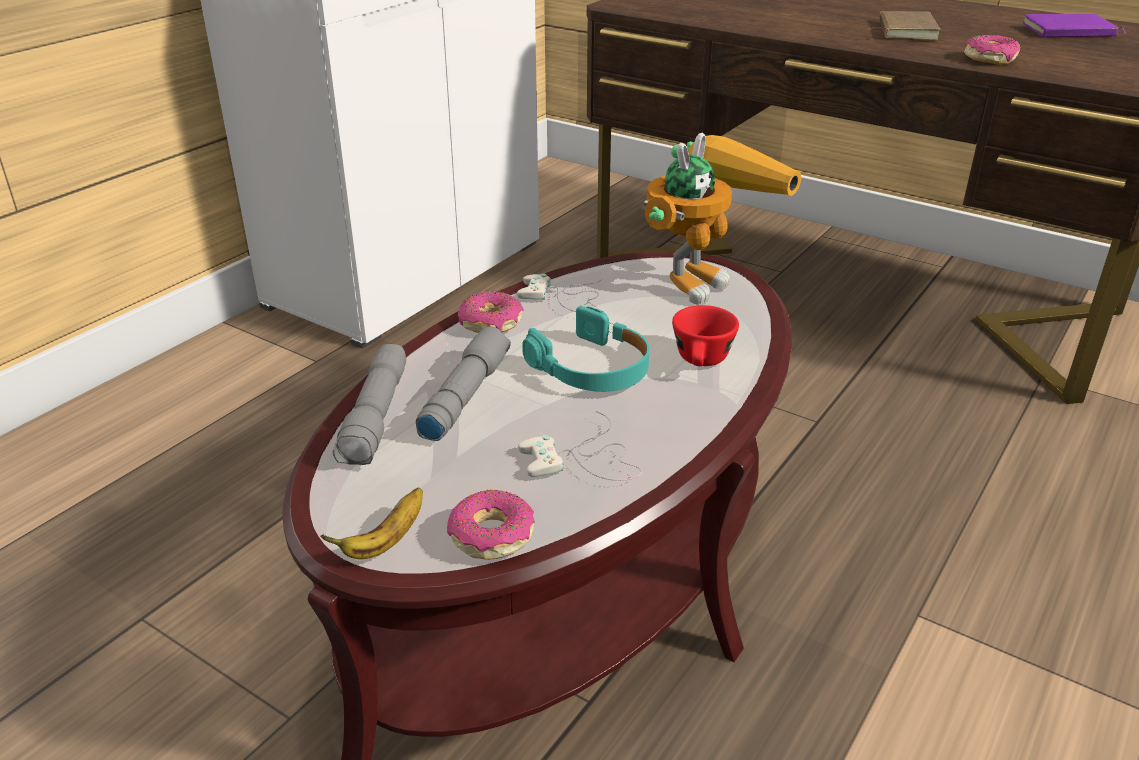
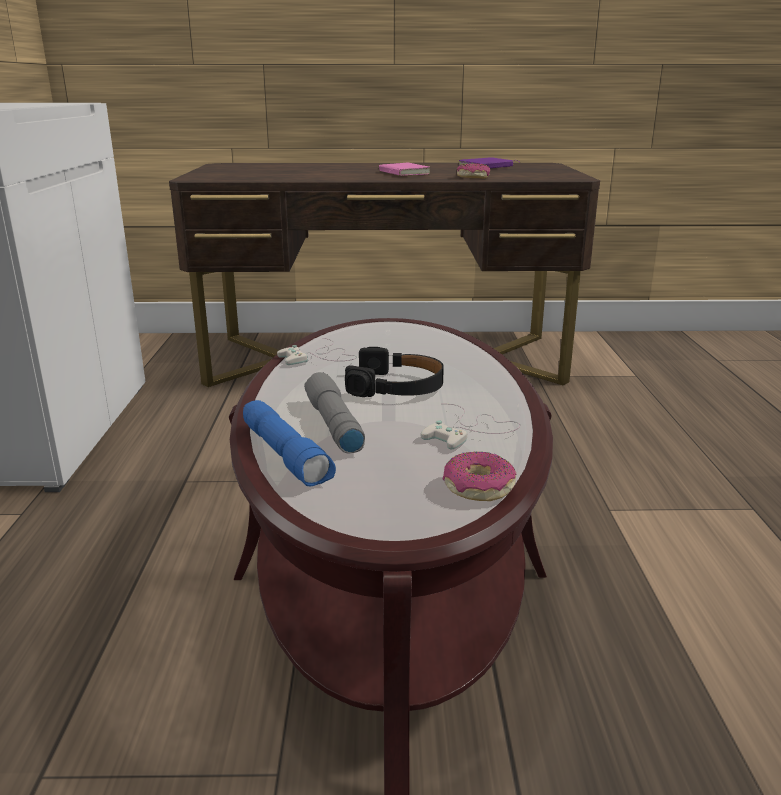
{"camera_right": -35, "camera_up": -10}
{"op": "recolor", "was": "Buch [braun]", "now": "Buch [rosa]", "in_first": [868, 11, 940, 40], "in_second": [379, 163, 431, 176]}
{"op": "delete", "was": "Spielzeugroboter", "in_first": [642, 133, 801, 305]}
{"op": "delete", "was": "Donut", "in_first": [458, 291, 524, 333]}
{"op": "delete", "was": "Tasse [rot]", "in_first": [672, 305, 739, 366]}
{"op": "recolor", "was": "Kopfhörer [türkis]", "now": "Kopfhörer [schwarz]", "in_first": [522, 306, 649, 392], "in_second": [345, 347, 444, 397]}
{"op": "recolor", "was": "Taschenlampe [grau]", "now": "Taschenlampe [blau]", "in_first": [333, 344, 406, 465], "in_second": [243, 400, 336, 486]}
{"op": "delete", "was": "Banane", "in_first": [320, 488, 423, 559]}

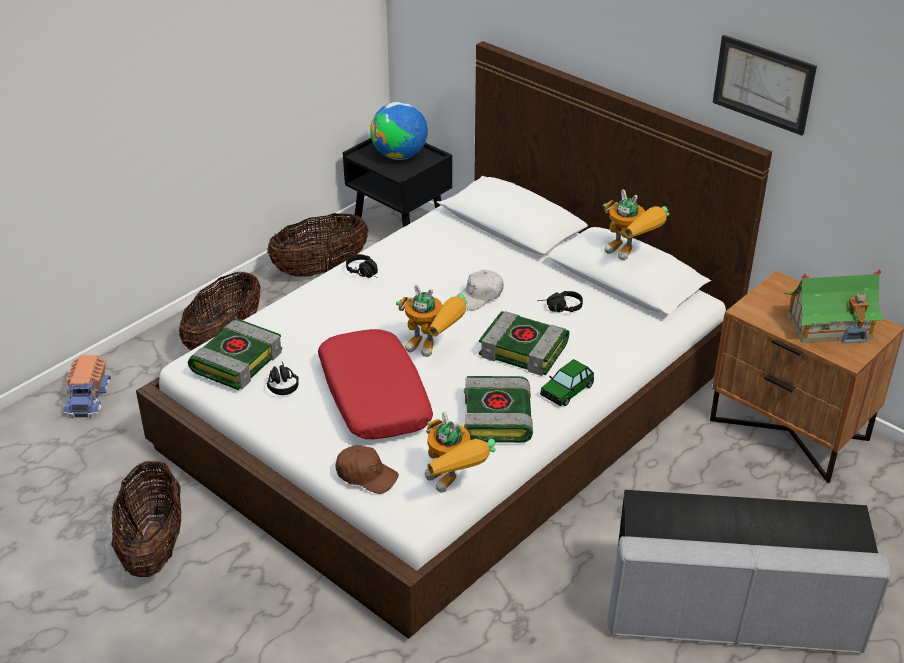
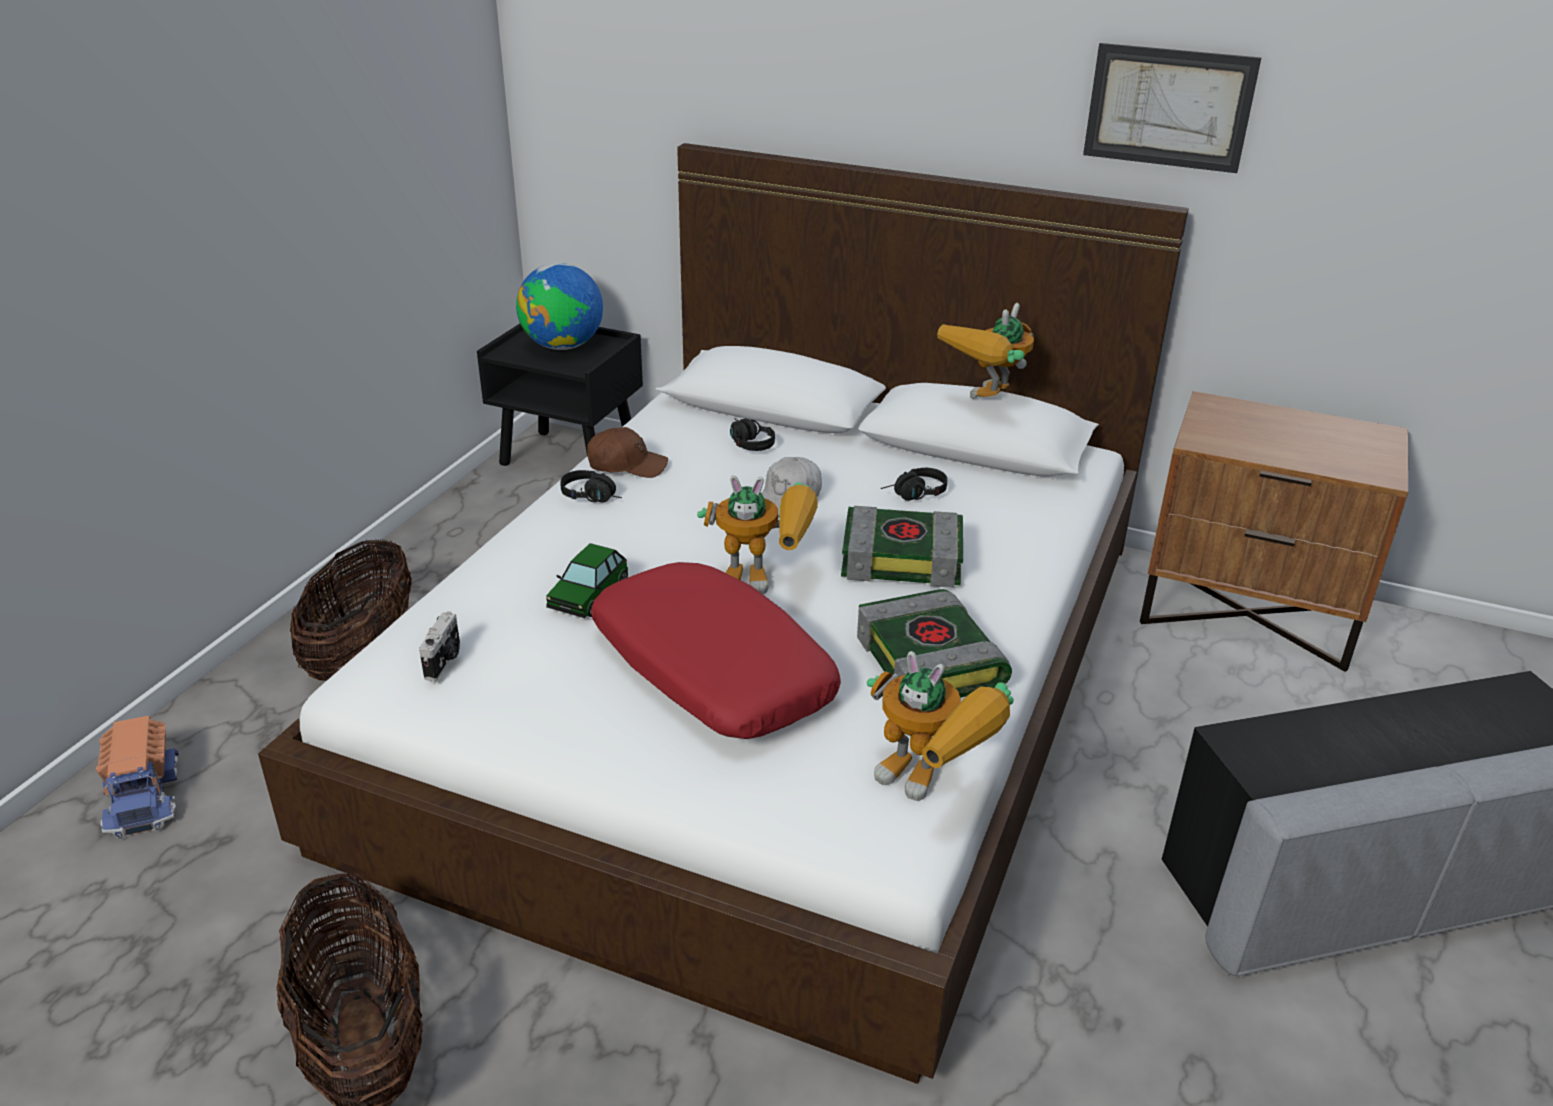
{"camera_right": -20, "camera_up": -5}
{"op": "rotate", "was": "Spielzeugroboter", "in_first": [603, 189, 669, 260], "in_second": [937, 303, 1034, 399], "clockwise": 105}
{"op": "delete", "was": "Korb", "in_first": [267, 213, 368, 277]}
{"op": "delete", "was": "Spielzeughaus", "in_first": [784, 269, 885, 343]}
{"op": "replace", "was": "Buch", "now": "Kamera", "in_first": [188, 319, 282, 390], "in_second": [419, 611, 460, 681]}
{"op": "move", "was": "Spielzeugauto", "in_first": [540, 359, 594, 406], "in_second": [546, 543, 628, 618]}
{"op": "move", "was": "Kopfhörer [schwarz]", "in_first": [267, 362, 299, 395], "in_second": [730, 418, 775, 451]}
{"op": "move", "was": "Kappe [braun]", "in_first": [335, 445, 399, 494], "in_second": [587, 427, 668, 478]}

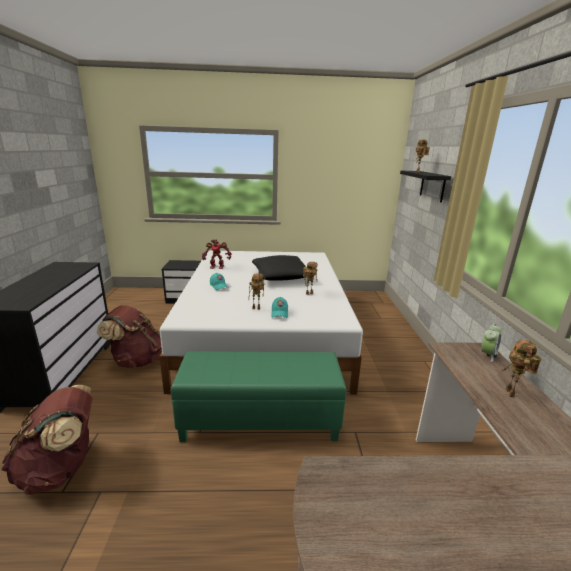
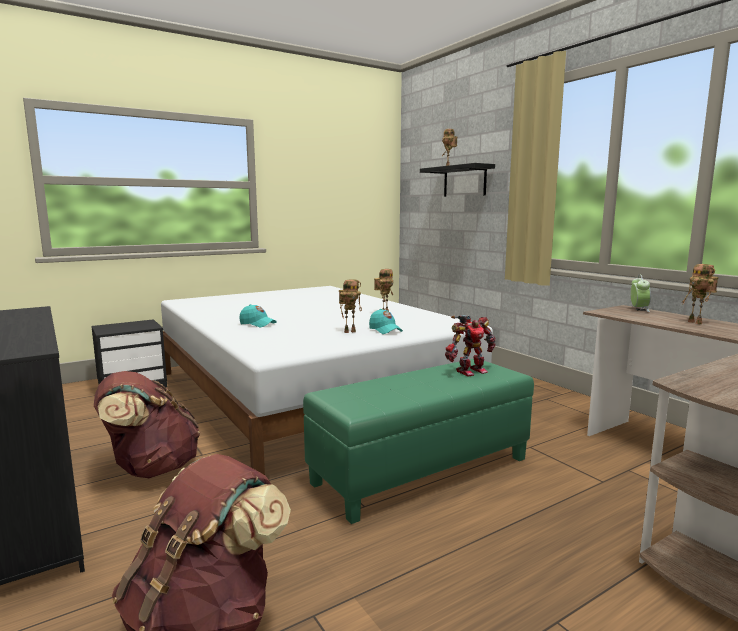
{"camera_right": -30, "camera_up": -10}
{"op": "move", "was": "Spielzeugroboter", "in_first": [202, 239, 232, 269], "in_second": [445, 315, 496, 377]}
{"op": "delete", "was": "Kissen [schwarz]", "in_first": [252, 255, 306, 281]}

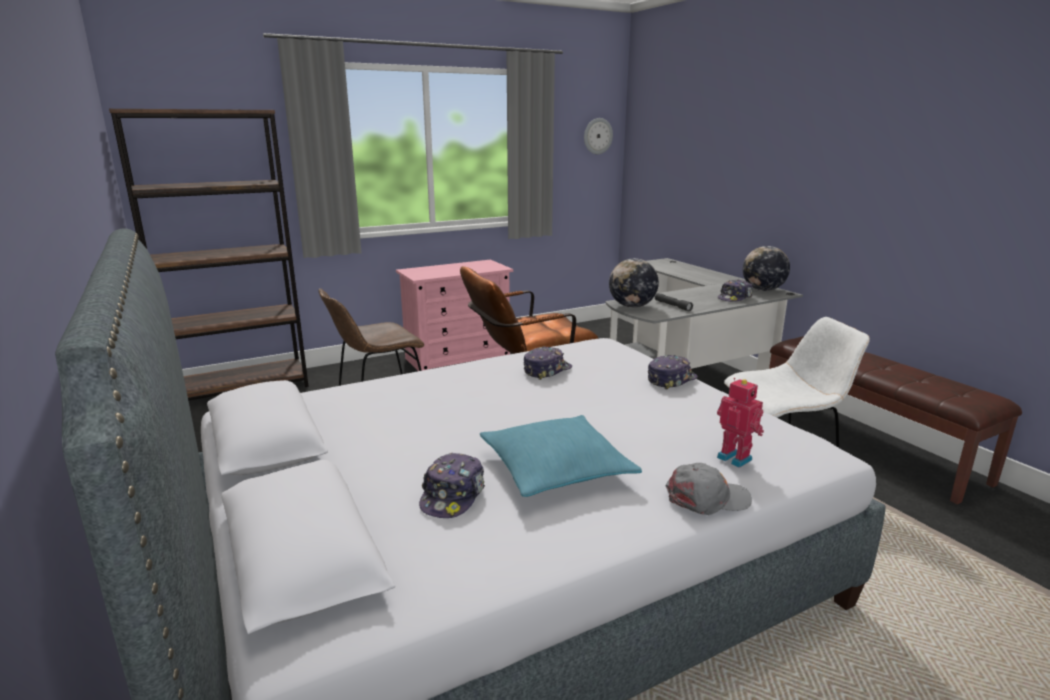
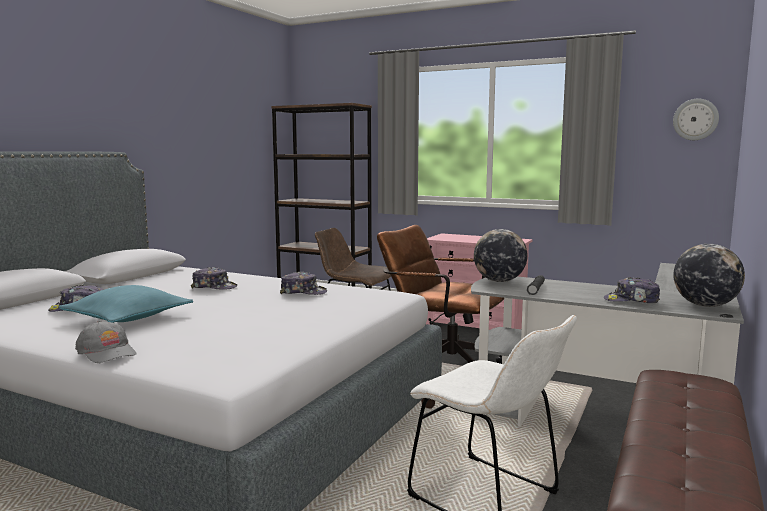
{"camera_right": 55, "camera_up": -10}
{"op": "move", "was": "Kappe", "in_first": [648, 355, 698, 390], "in_second": [191, 267, 237, 289]}
{"op": "delete", "was": "Spielzeugroboter", "in_first": [717, 378, 764, 468]}

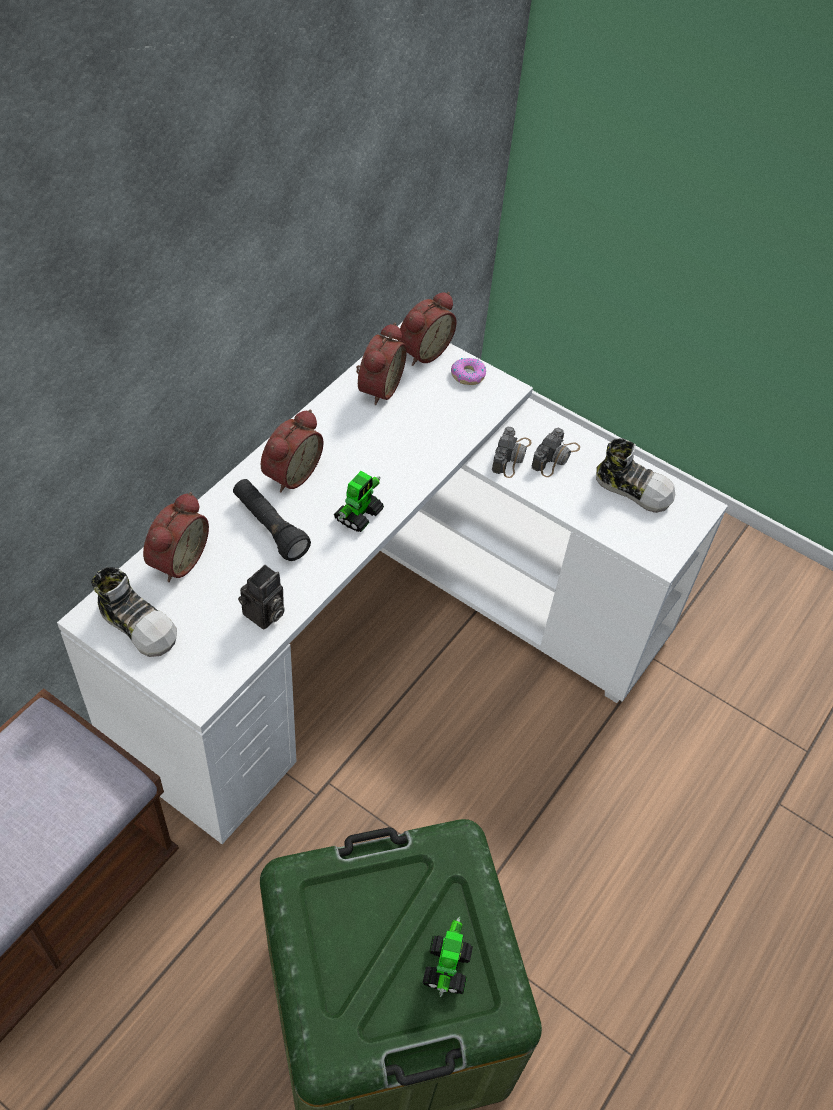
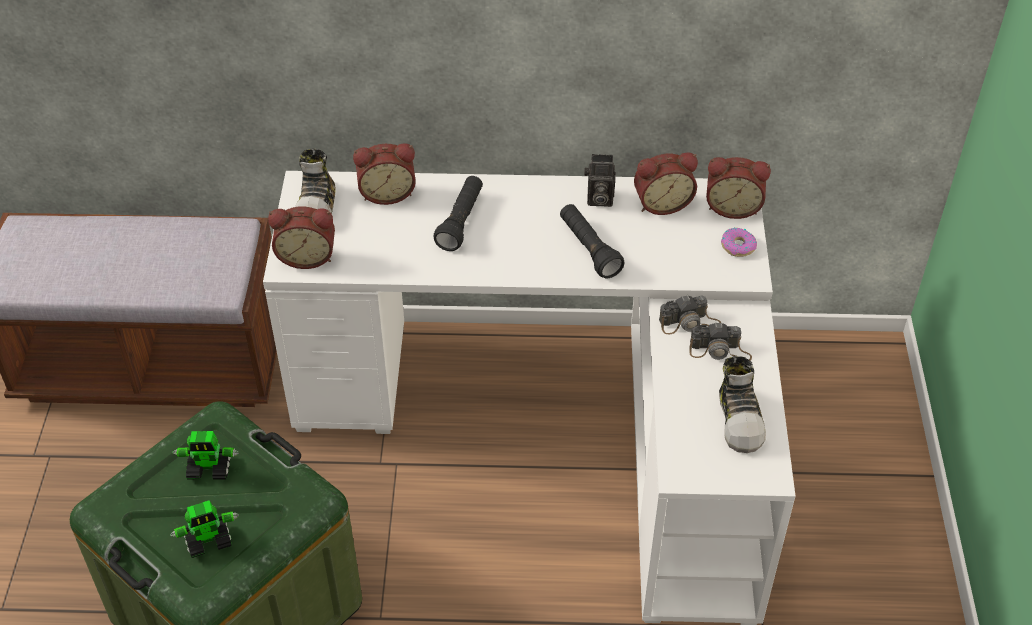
{"camera_right": 60, "camera_up": -5}
{"op": "move", "was": "Wecker", "in_first": [261, 410, 323, 493], "in_second": [268, 207, 335, 269]}
{"op": "move", "was": "Spielzeugroboter", "in_first": [334, 471, 384, 532], "in_second": [173, 431, 239, 480]}
{"op": "move", "was": "Kamera", "in_first": [238, 565, 285, 629], "in_second": [584, 154, 616, 207]}
{"op": "insert", "now": "Taschenlampe [schwarz]", "in_second": [560, 204, 625, 278]}

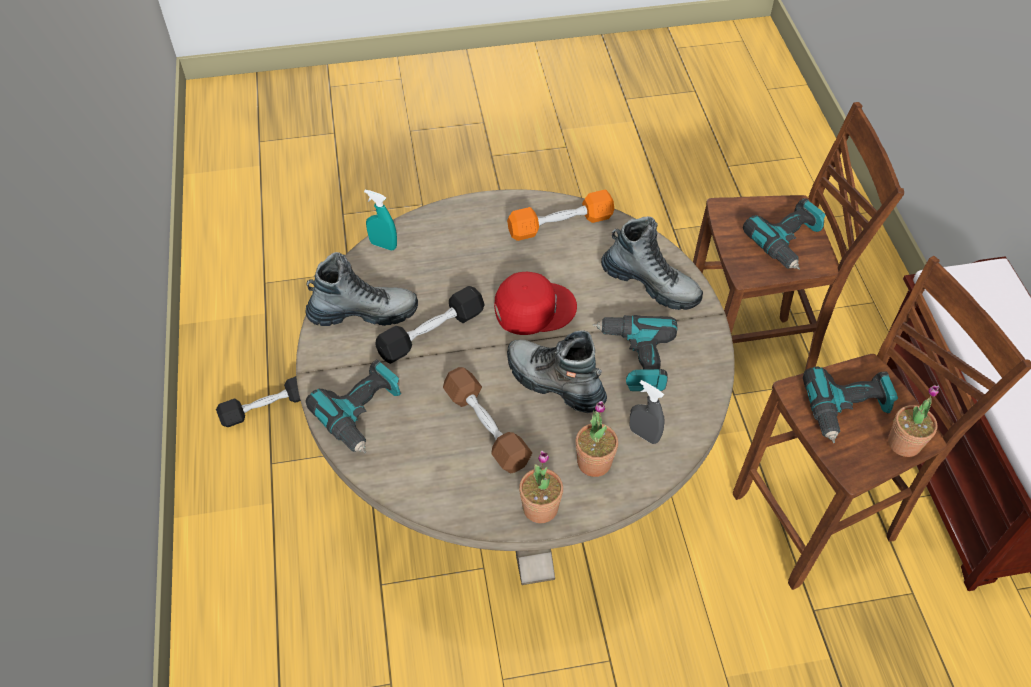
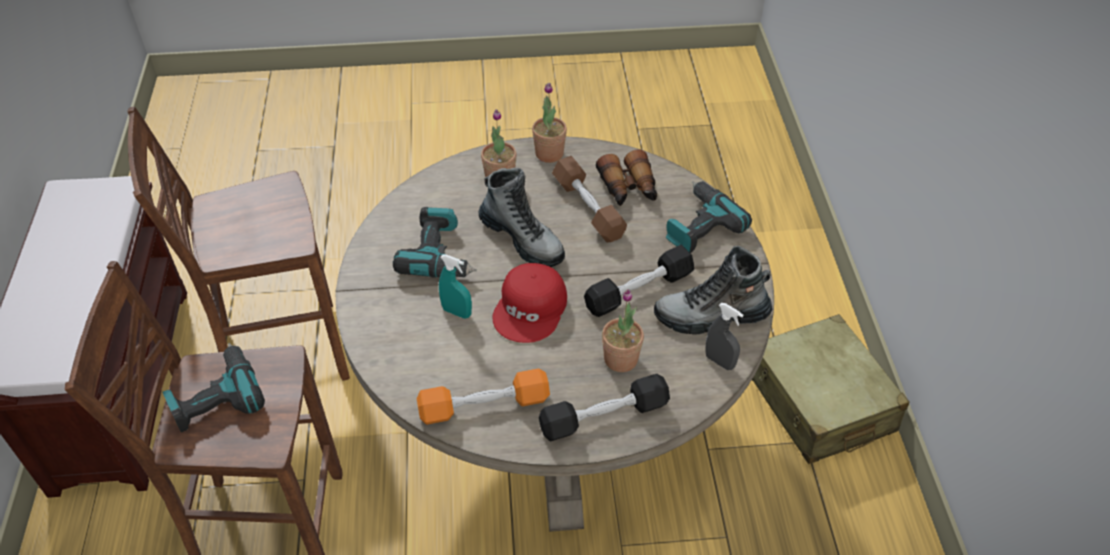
{"camera_right": -175, "camera_up": -5}
{"op": "move", "was": "Sprühflasche [türkis]", "in_first": [364, 189, 397, 251], "in_second": [439, 254, 472, 319]}
{"op": "delete", "was": "Stiefel", "in_first": [601, 216, 703, 310]}
{"op": "rotate", "was": "Kappe [rot]", "in_first": [494, 272, 577, 335], "in_second": [492, 263, 567, 343], "clockwise": -60}
{"op": "delete", "was": "Bohrmaschine", "in_first": [803, 366, 898, 443]}
{"op": "move", "was": "Hantel [schwarz]", "in_first": [216, 376, 301, 427], "in_second": [539, 374, 670, 441]}
{"op": "move", "was": "Sprühflasche [grau]", "in_first": [630, 380, 664, 444], "in_second": [705, 303, 743, 370]}
{"op": "move", "was": "Topfpflanze", "in_first": [888, 385, 939, 457], "in_second": [602, 289, 644, 372]}
{"op": "insert", "now": "Fernglas", "in_second": [596, 150, 657, 206]}
{"op": "insert", "now": "Koffer [beige]", "in_second": [752, 314, 909, 464]}

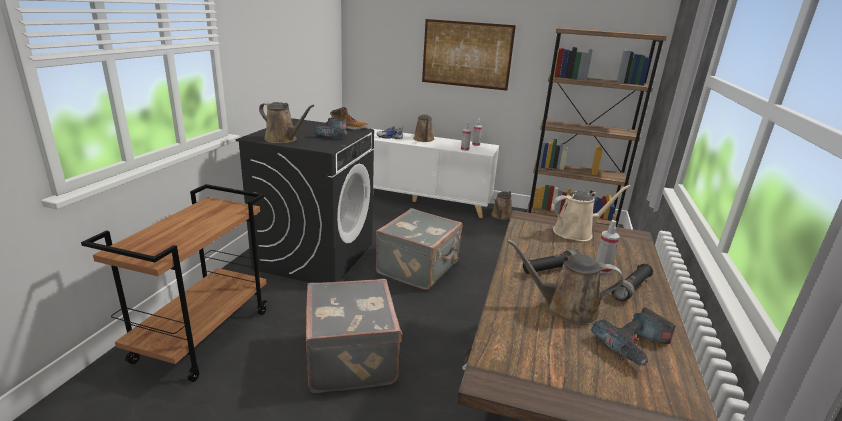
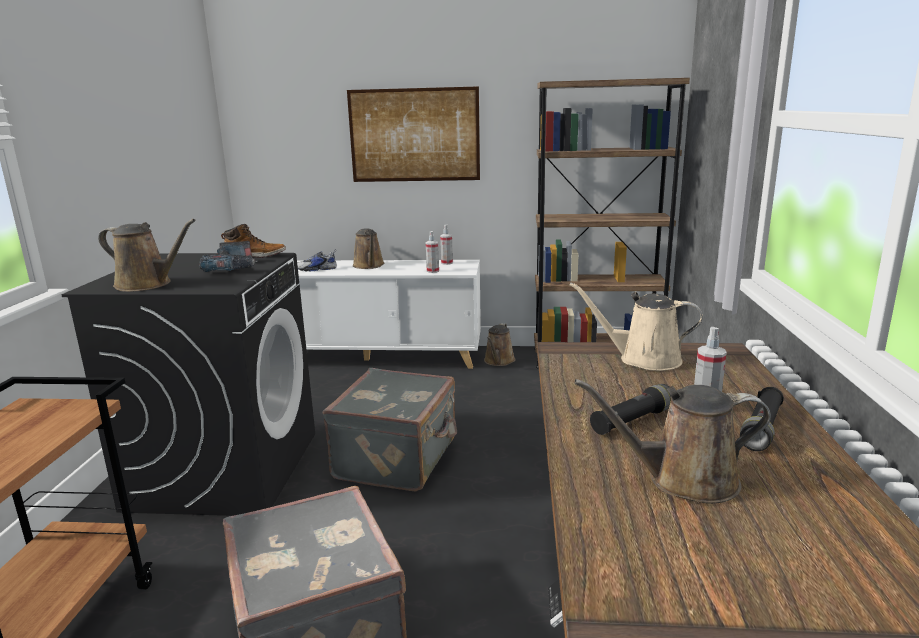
{"camera_right": -10, "camera_up": -5}
{"op": "rotate", "was": "Gießkanne [beige]", "in_first": [551, 185, 631, 241], "in_second": [569, 282, 703, 371], "clockwise": -135}
{"op": "delete", "was": "Bohrmaschine", "in_first": [591, 307, 676, 366]}

